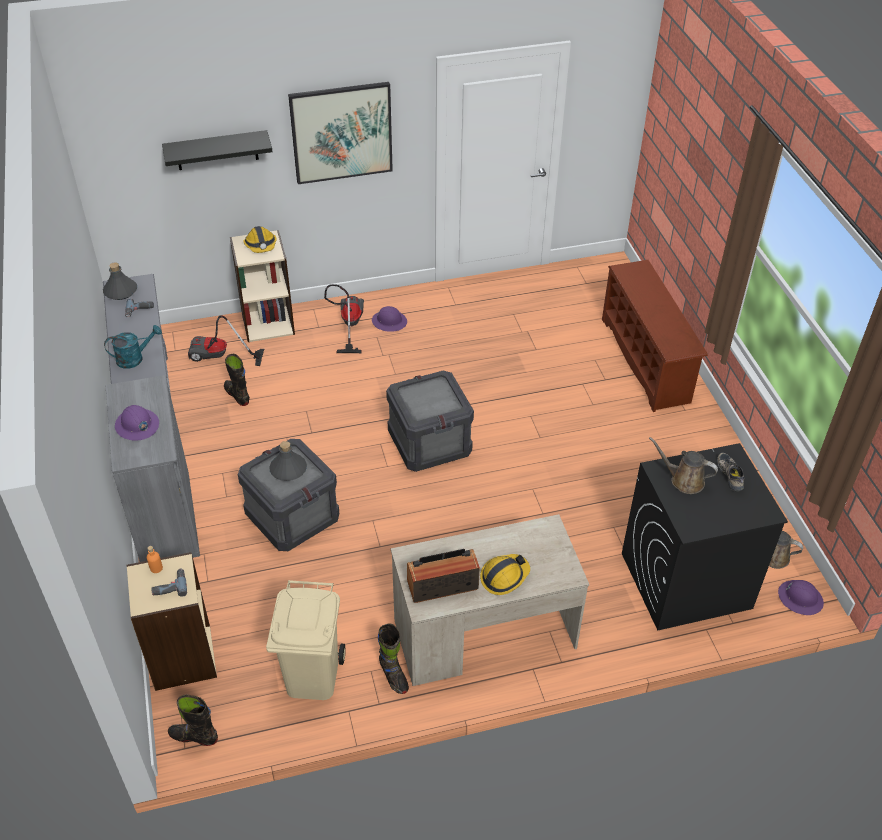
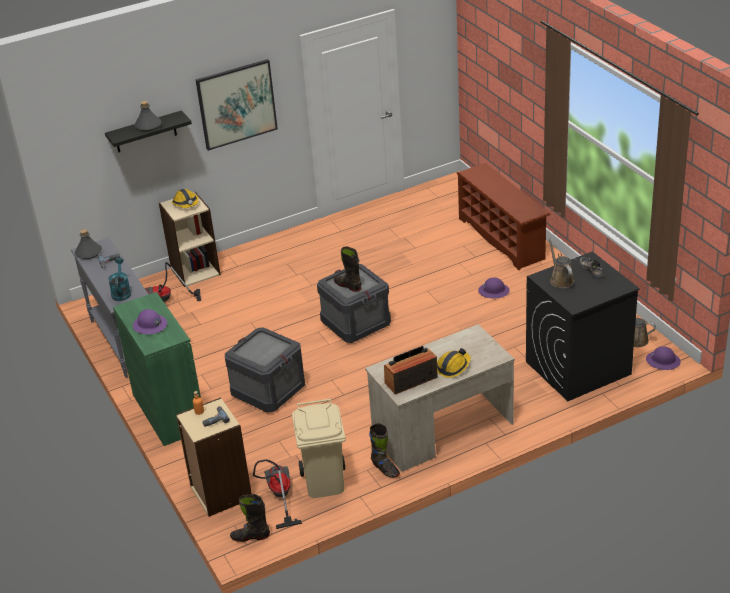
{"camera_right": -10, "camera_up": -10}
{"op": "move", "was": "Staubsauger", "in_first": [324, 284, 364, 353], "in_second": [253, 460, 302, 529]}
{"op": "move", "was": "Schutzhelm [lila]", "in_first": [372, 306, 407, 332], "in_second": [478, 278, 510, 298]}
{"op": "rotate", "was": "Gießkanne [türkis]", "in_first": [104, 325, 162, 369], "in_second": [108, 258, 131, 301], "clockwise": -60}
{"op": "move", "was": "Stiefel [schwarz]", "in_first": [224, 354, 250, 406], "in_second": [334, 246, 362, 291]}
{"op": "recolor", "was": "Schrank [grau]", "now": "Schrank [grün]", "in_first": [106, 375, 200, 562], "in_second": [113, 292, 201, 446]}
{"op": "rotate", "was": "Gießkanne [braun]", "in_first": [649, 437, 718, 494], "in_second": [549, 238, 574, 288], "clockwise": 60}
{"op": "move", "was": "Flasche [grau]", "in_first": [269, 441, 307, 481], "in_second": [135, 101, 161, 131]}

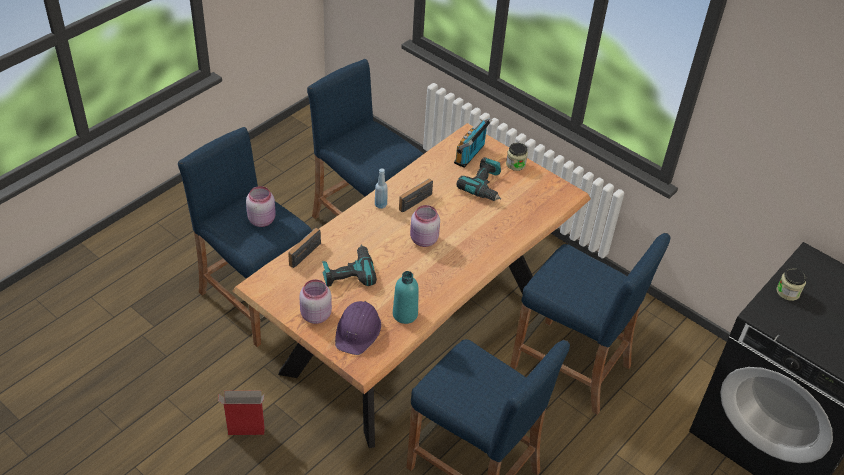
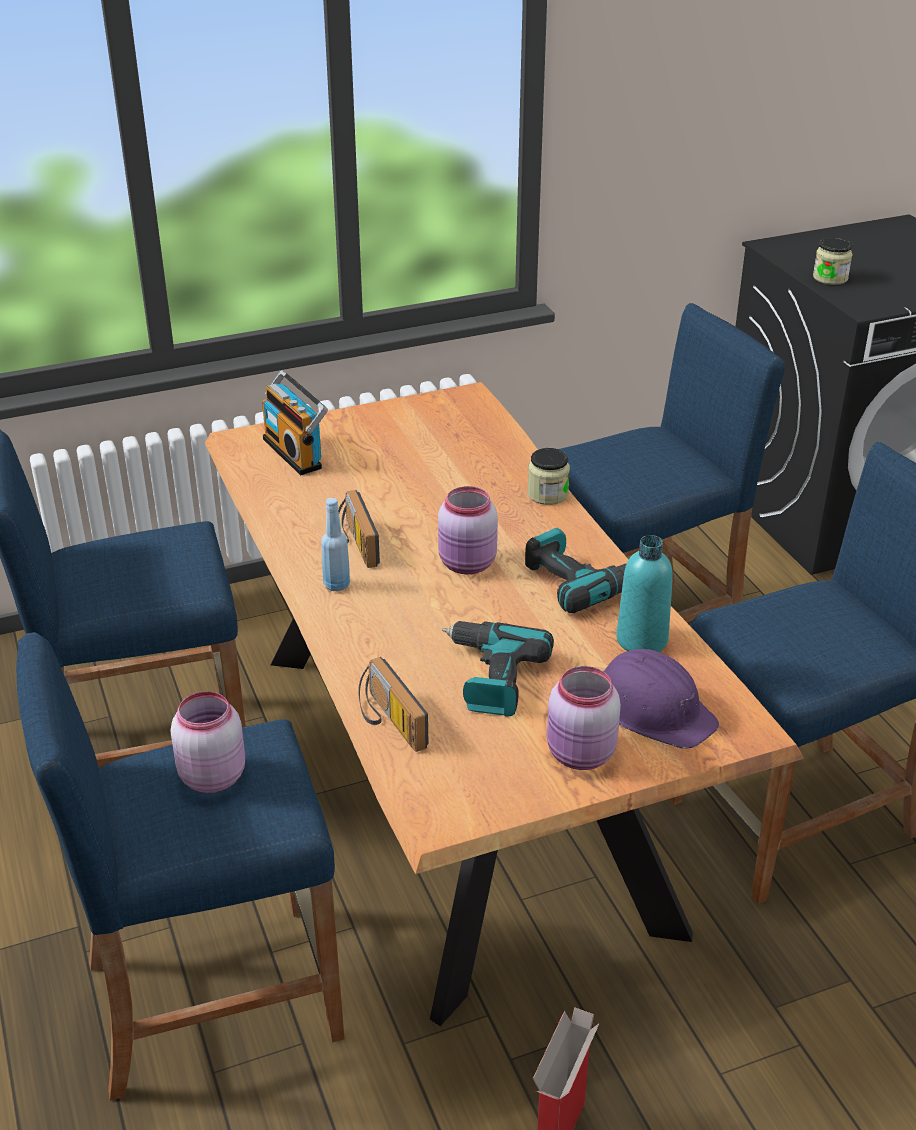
{"camera_right": -60, "camera_up": -10}
{"op": "move", "was": "Vorratsglas", "in_first": [506, 143, 528, 171], "in_second": [528, 448, 570, 505]}
{"op": "move", "was": "Bohrmaschine", "in_first": [457, 157, 501, 201], "in_second": [525, 528, 627, 613]}

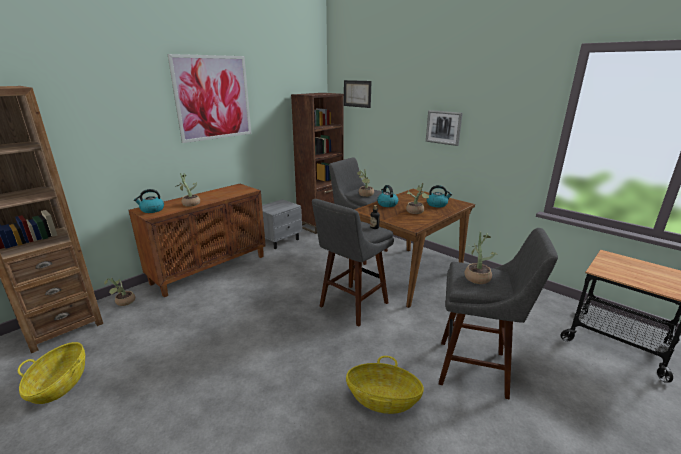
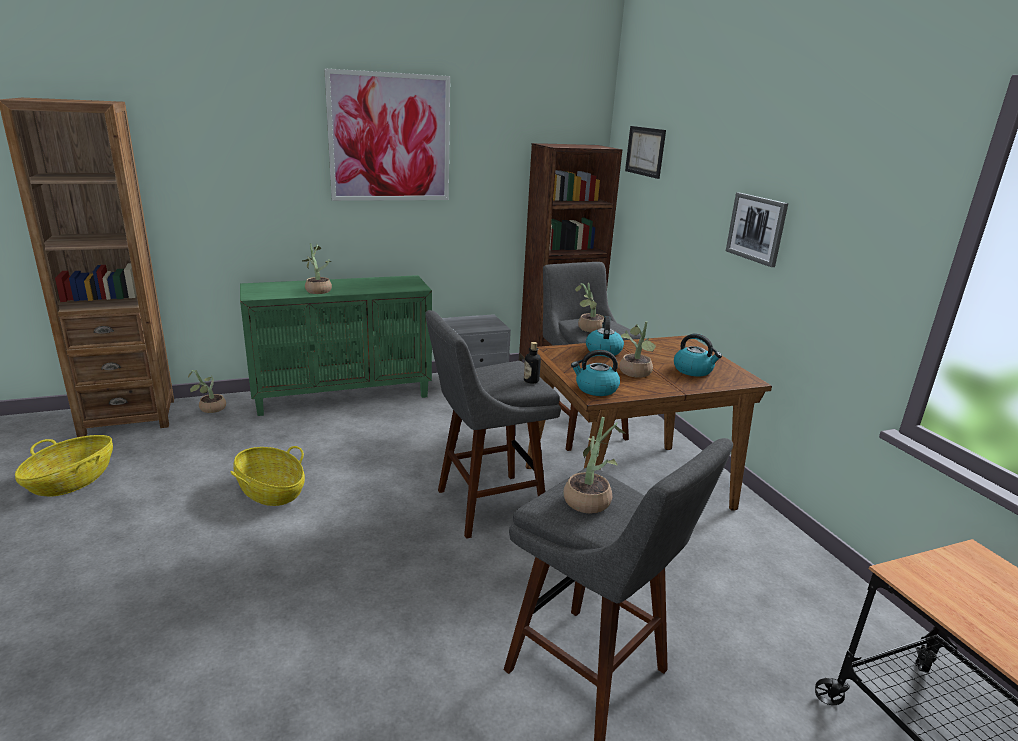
{"camera_right": 25, "camera_up": 0}
{"op": "recolor", "was": "Schrank [braun]", "now": "Schrank [grün]", "in_first": [128, 184, 266, 297], "in_second": [240, 275, 432, 416]}
{"op": "move", "was": "Wasserkessel", "in_first": [134, 189, 164, 213], "in_second": [571, 350, 620, 396]}
{"op": "move", "was": "Korb", "in_first": [346, 356, 424, 414], "in_second": [231, 446, 305, 506]}

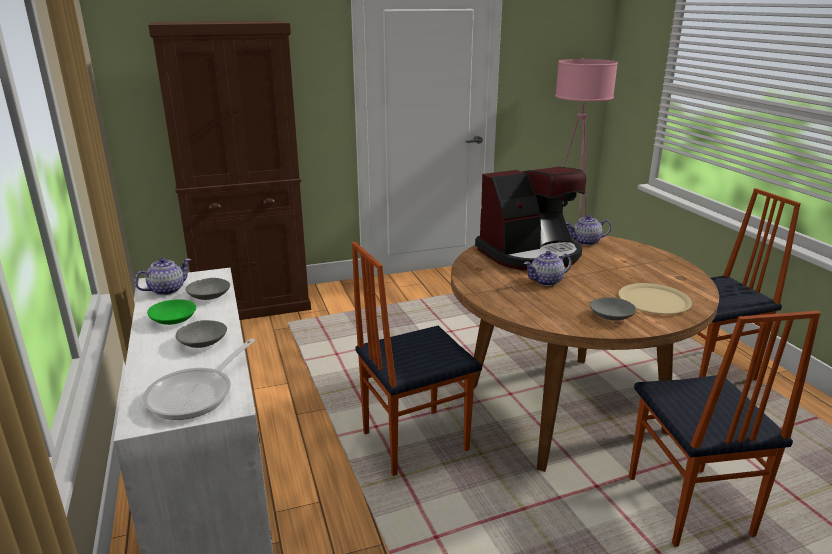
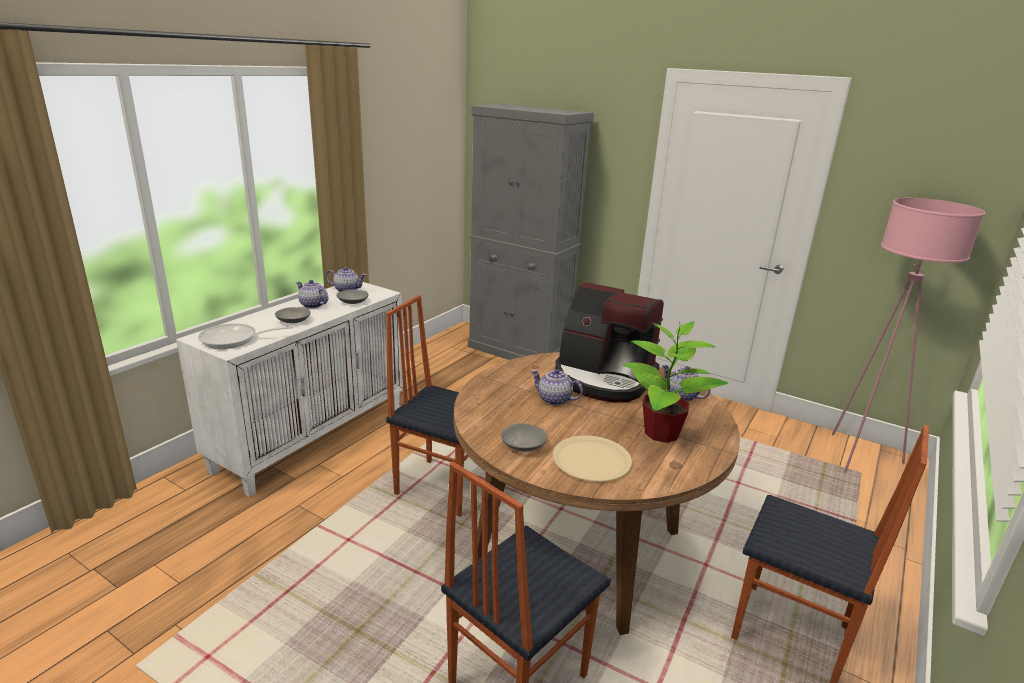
{"camera_right": 50, "camera_up": 0}
{"op": "recolor", "was": "Schrank [braun]", "now": "Schrank [grau]", "in_first": [148, 21, 311, 320], "in_second": [468, 104, 594, 360]}
{"op": "replace", "was": "Schüssel [grün]", "now": "Teekanne", "in_first": [147, 299, 196, 325], "in_second": [296, 280, 328, 308]}
{"op": "insert", "now": "Topfpflanze", "in_second": [622, 321, 728, 443]}

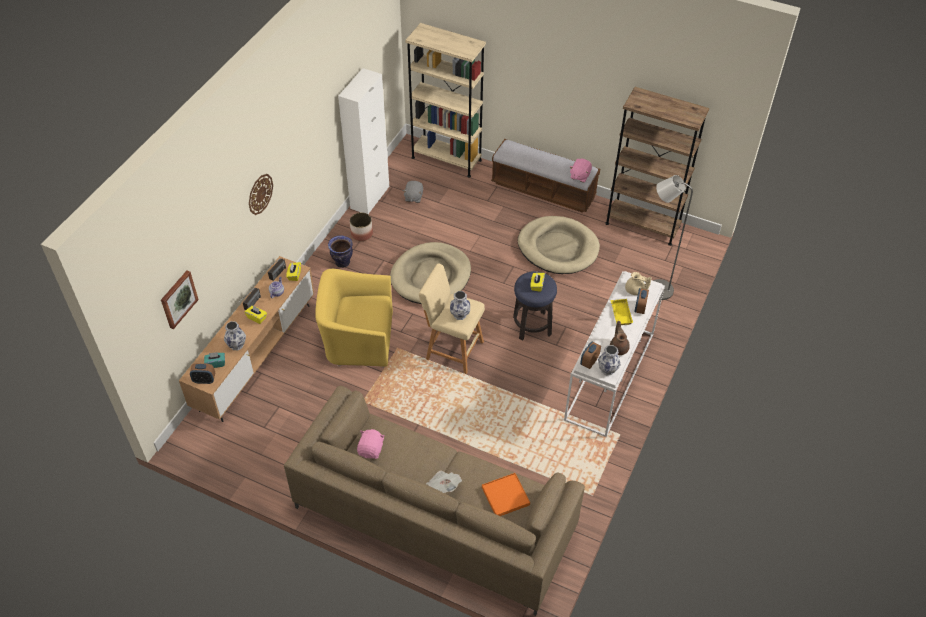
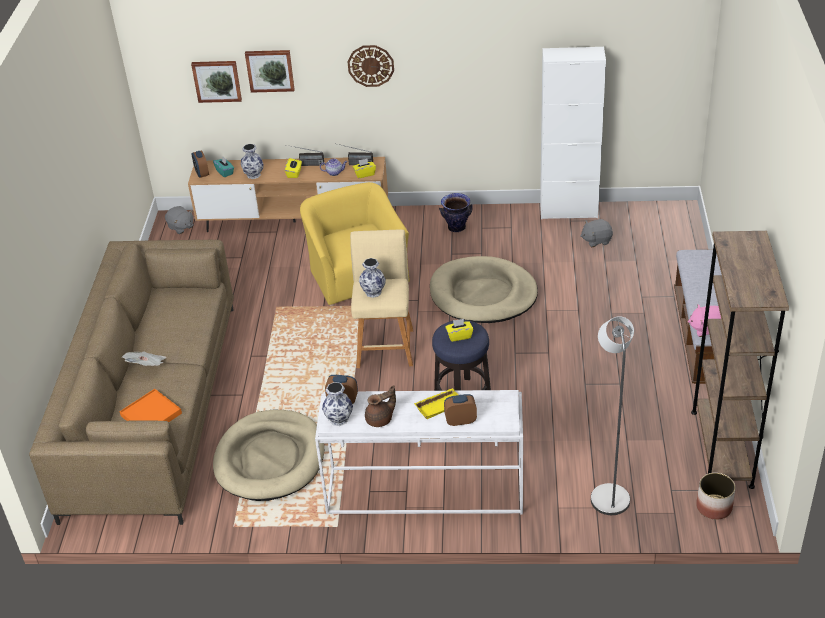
{"camera_right": 70, "camera_up": -10}
{"op": "delete", "was": "Bücherregal [beige]", "in_first": [405, 23, 486, 178]}
{"op": "move", "was": "Pflanzkübel", "in_first": [350, 212, 373, 241], "in_second": [696, 473, 736, 520]}
{"op": "move", "was": "Hundebett [beige]", "in_first": [518, 216, 600, 274], "in_second": [213, 410, 324, 501]}
{"op": "delete", "was": "Teekanne [beige]", "in_first": [625, 272, 652, 295]}
{"op": "delete", "was": "Plüschtier [rosa]", "in_first": [357, 429, 385, 459]}
{"op": "insert", "now": "Bild", "in_second": [245, 50, 295, 93]}
{"op": "insert", "now": "Plüschtier [grau]", "in_second": [165, 206, 194, 234]}

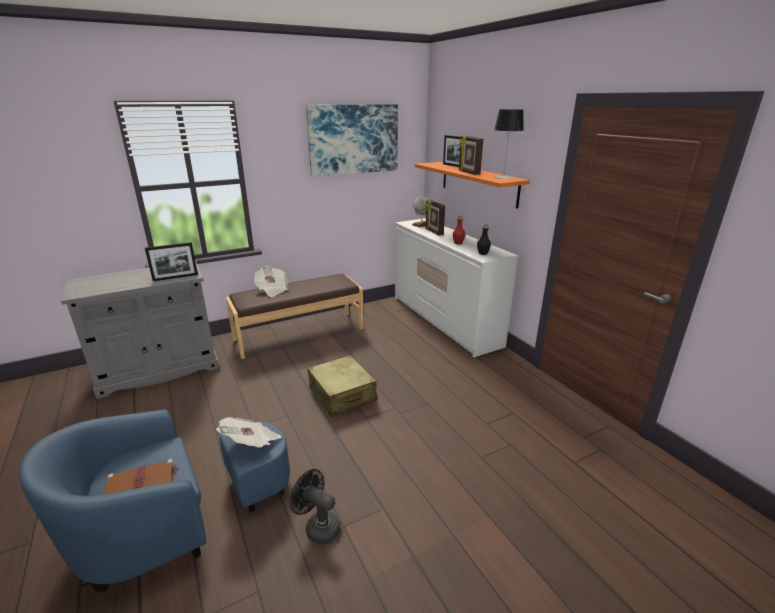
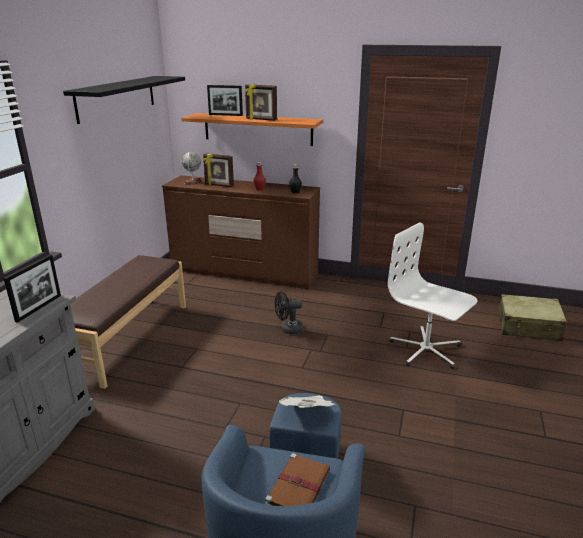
{"camera_right": -45, "camera_up": 0}
{"op": "replace", "was": "Bild", "now": "Wandregal [schwarz]", "in_first": [306, 104, 398, 177], "in_second": [63, 76, 185, 124]}
{"op": "delete", "was": "Tischlampe", "in_first": [494, 109, 524, 179]}
{"op": "recolor", "was": "Kommode [weiß]", "now": "Kommode [braun]", "in_first": [395, 218, 518, 358], "in_second": [162, 176, 320, 290]}
{"op": "delete", "was": "Zeitung", "in_first": [254, 266, 288, 297]}
{"op": "move", "was": "Koffer [beige]", "in_first": [308, 355, 377, 417], "in_second": [498, 294, 567, 341]}
{"op": "move", "was": "Ventilator [schwarz]", "in_first": [290, 469, 341, 545], "in_second": [274, 291, 303, 334]}
{"op": "insert", "now": "Bürostuhl [weiß]", "in_second": [388, 222, 478, 369]}

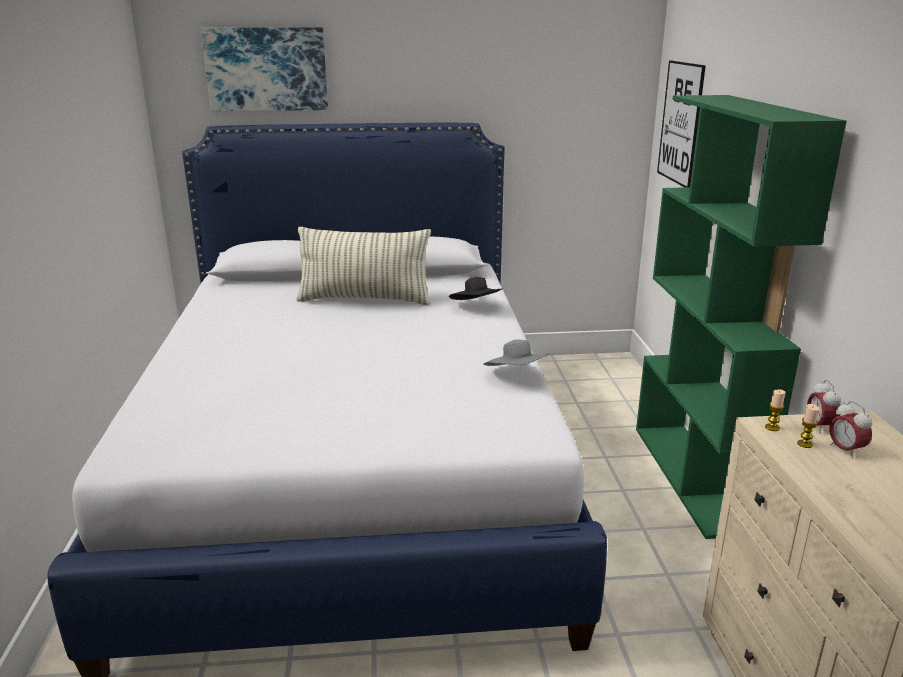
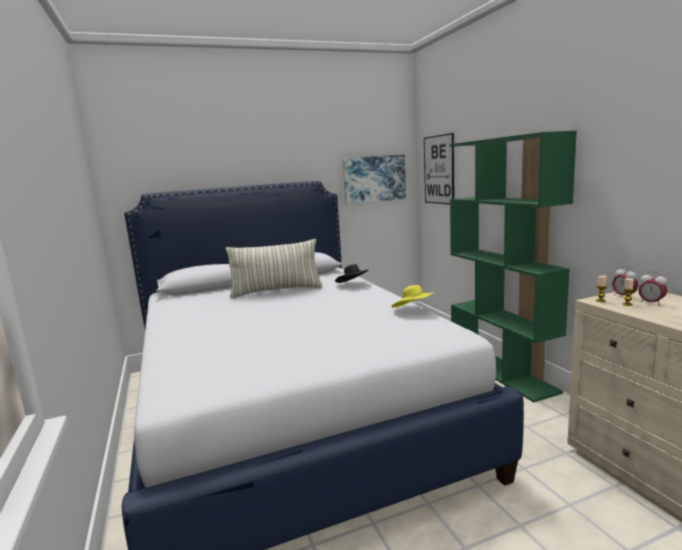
{"camera_right": -15, "camera_up": -10}
{"op": "move", "was": "Bild", "in_first": [201, 27, 328, 111], "in_second": [343, 155, 406, 204]}
{"op": "recolor", "was": "Hut [grau]", "now": "Hut [gelb]", "in_first": [483, 339, 550, 366], "in_second": [392, 285, 433, 308]}

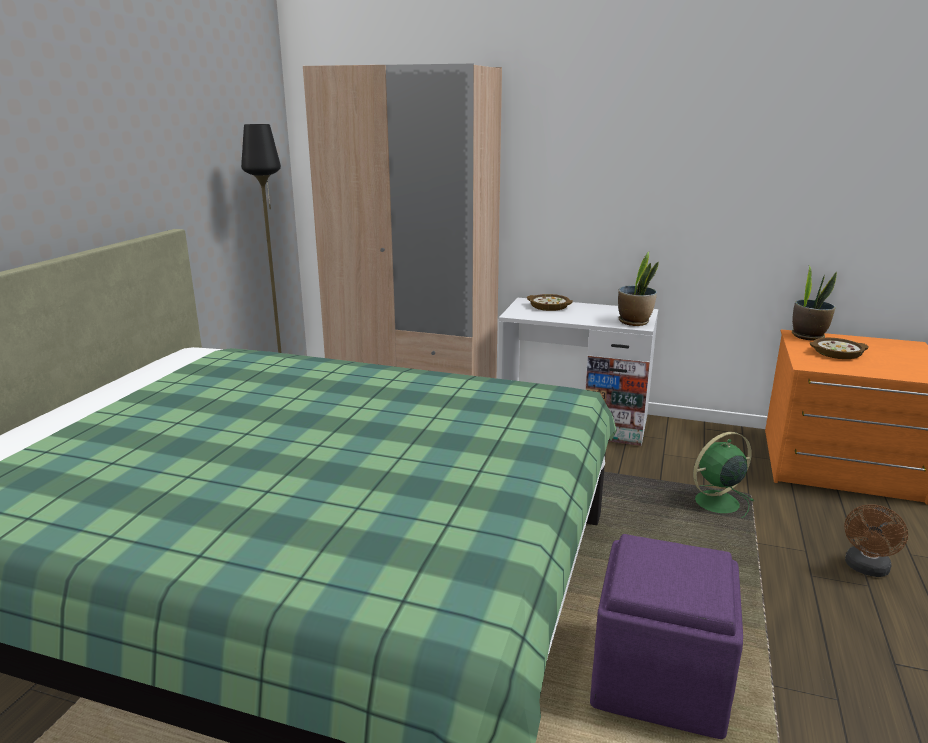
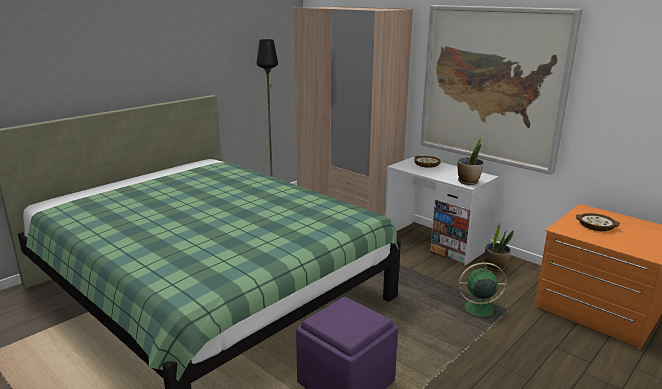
{"camera_right": 25, "camera_up": 0}
{"op": "move", "was": "Topfpflanze", "in_first": [792, 265, 837, 341], "in_second": [485, 222, 514, 272]}
{"op": "delete", "was": "Ventilator [braun]", "in_first": [844, 504, 908, 577]}
{"op": "insert", "now": "Bild", "in_second": [420, 5, 582, 175]}

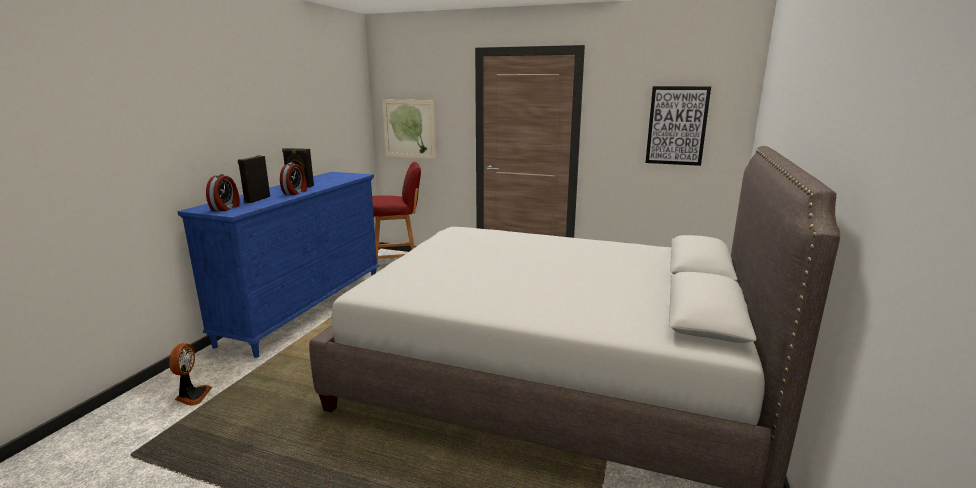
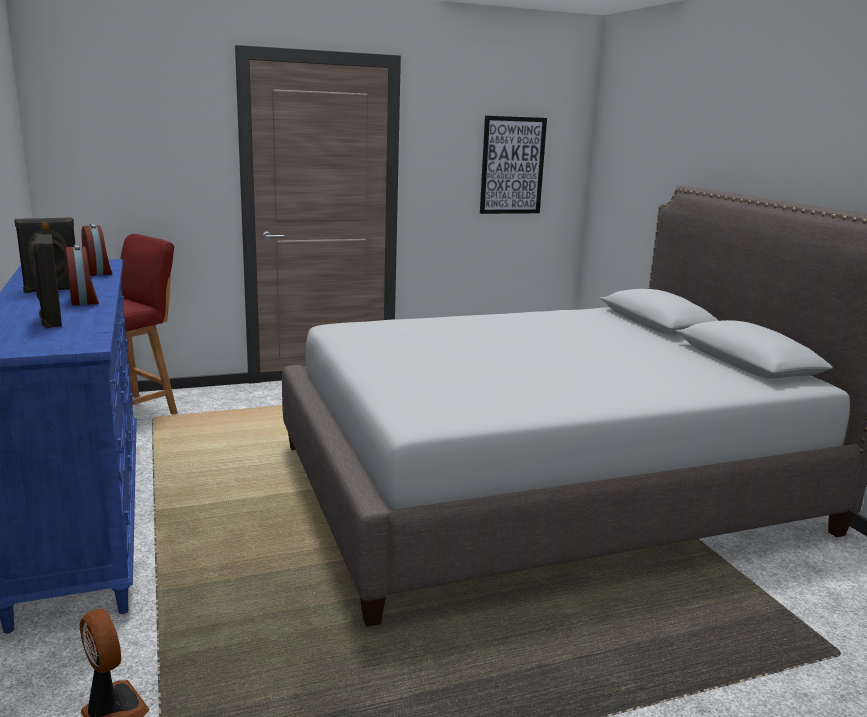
{"camera_right": -40, "camera_up": 0}
{"op": "delete", "was": "Bild", "in_first": [382, 100, 436, 159]}
{"op": "move", "was": "Wecker", "in_first": [206, 174, 240, 211], "in_second": [82, 224, 112, 276]}

